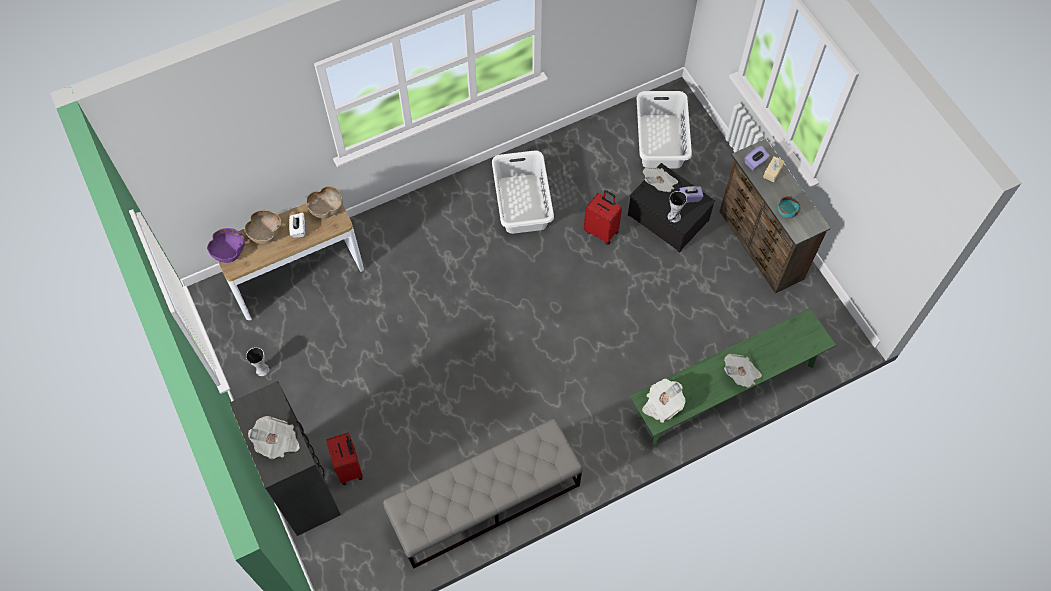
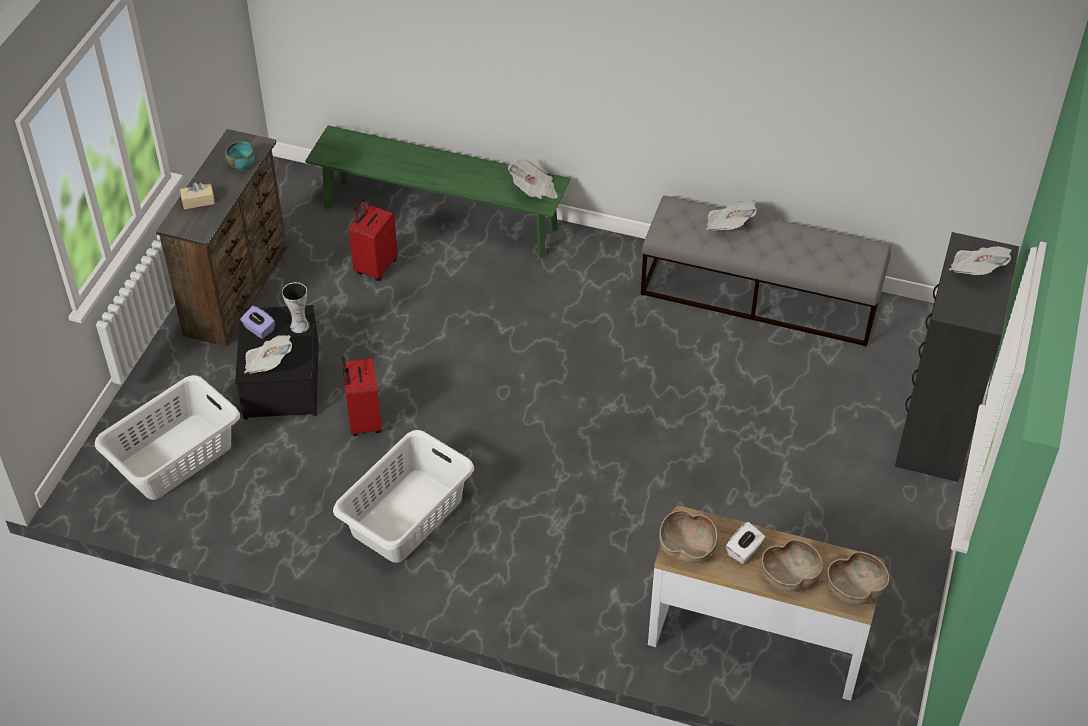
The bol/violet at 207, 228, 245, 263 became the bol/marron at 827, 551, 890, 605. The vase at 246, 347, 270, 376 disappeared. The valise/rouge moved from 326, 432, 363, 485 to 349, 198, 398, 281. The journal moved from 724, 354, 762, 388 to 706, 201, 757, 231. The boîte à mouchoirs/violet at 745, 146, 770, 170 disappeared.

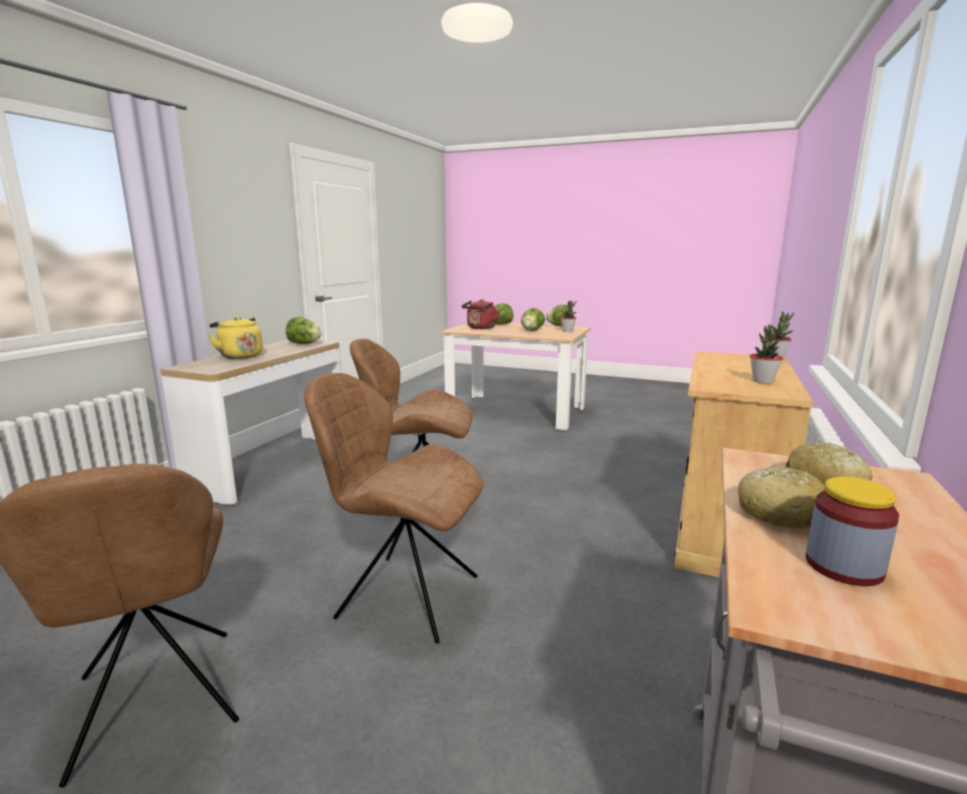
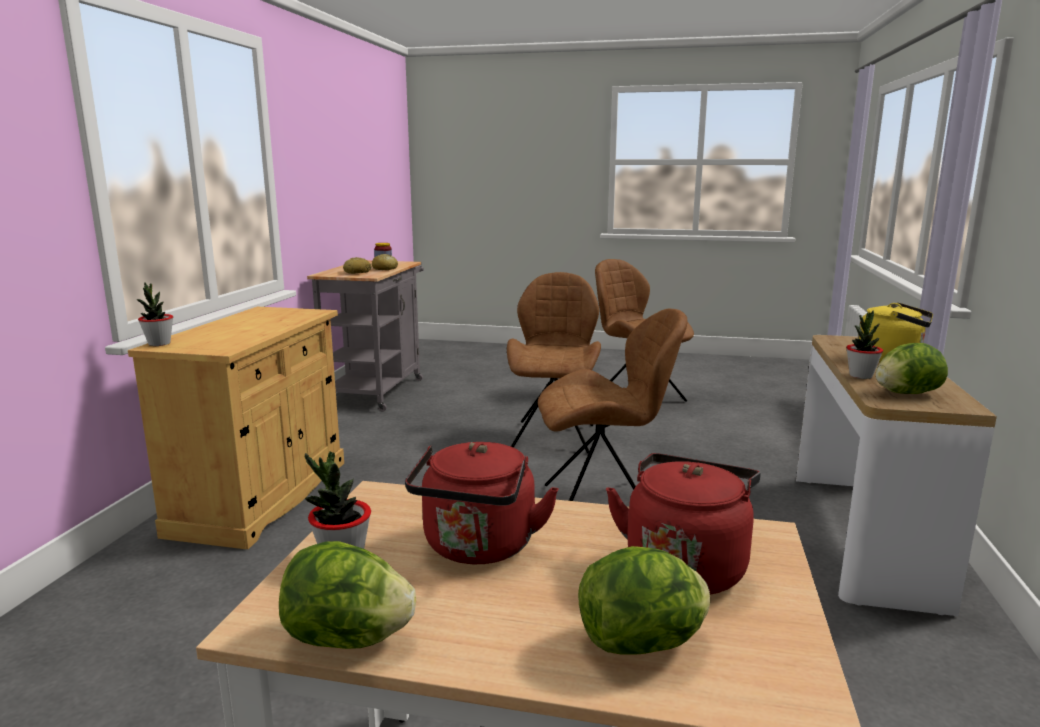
The chaise/marron at 304, 373, 484, 643 turned 90 degrees counterclockwise. The laitue at 521, 308, 545, 331 was replaced by the bouilloire/rouge at 405, 442, 559, 564. The plante en pot moved from 750, 325, 783, 384 to 846, 311, 883, 379.

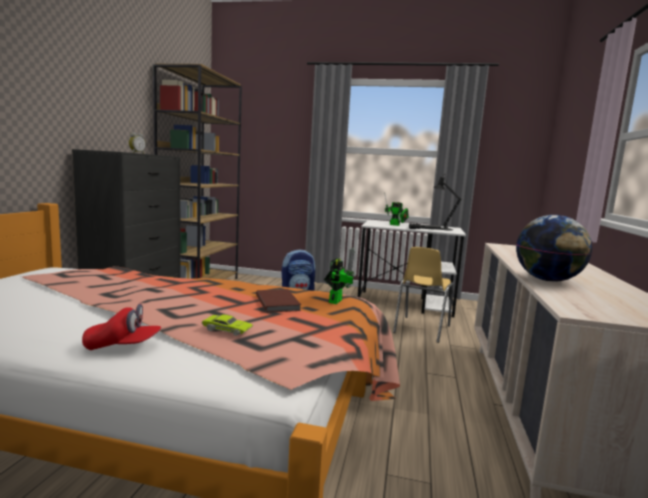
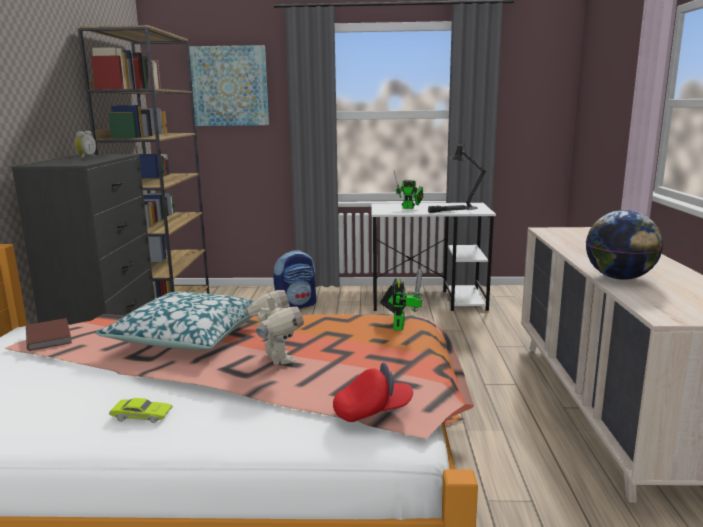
The casquette/rouge moved from 82, 304, 161, 350 to 333, 362, 413, 422. The petite voiture/vert moved from 201, 314, 253, 336 to 109, 398, 173, 423. The livre/marron moved from 256, 289, 301, 313 to 26, 318, 72, 351. The chaise/jaune at 393, 247, 453, 343 disappeared. The coussin at 96, 292, 255, 351 appeared. The tableau at 189, 45, 269, 126 appeared. The robot jouet at 245, 289, 304, 365 appeared.

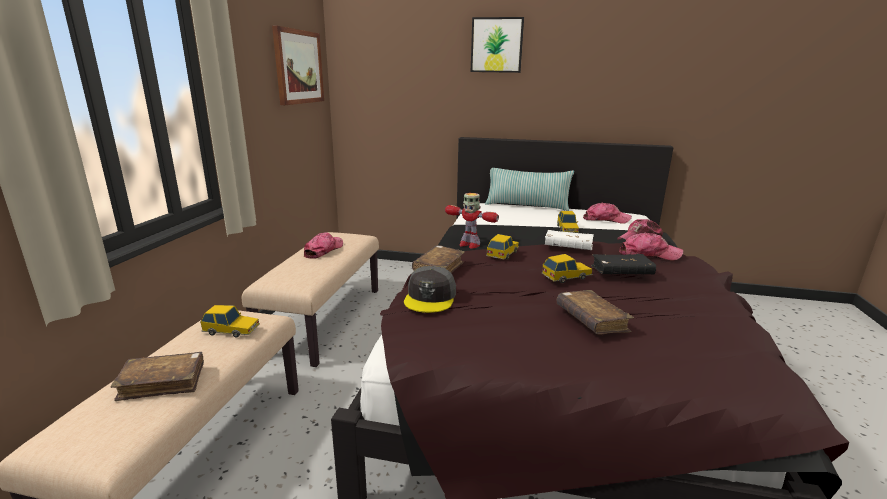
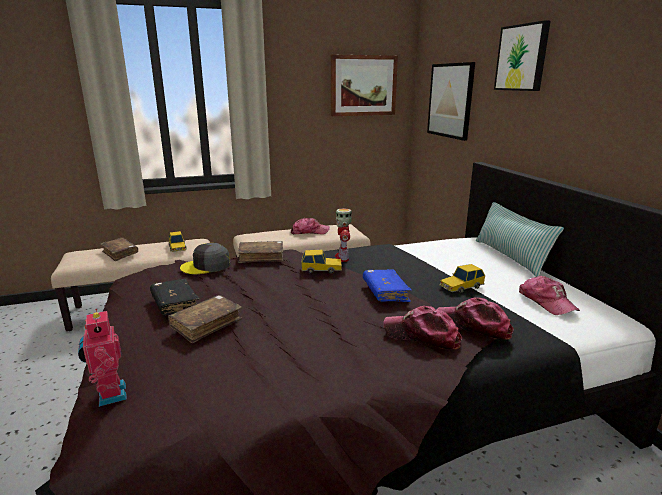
The petite voiture at 542, 254, 593, 283 disappeared. The livre/blanc at 545, 230, 594, 250 became the livre/bleu at 363, 269, 412, 302. The livre/noir moved from 591, 254, 656, 274 to 150, 279, 200, 315. The casquette at 619, 233, 683, 260 turned 135 degrees clockwise. The robot jouet at 78, 309, 127, 407 appeared. The tableau at 427, 62, 475, 141 appeared.

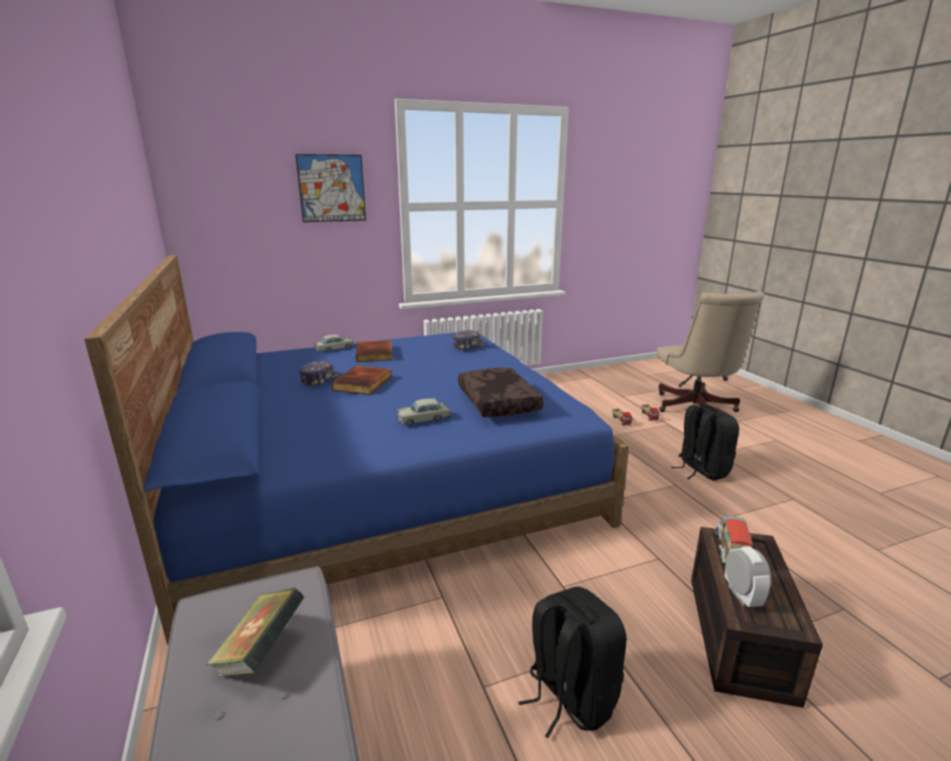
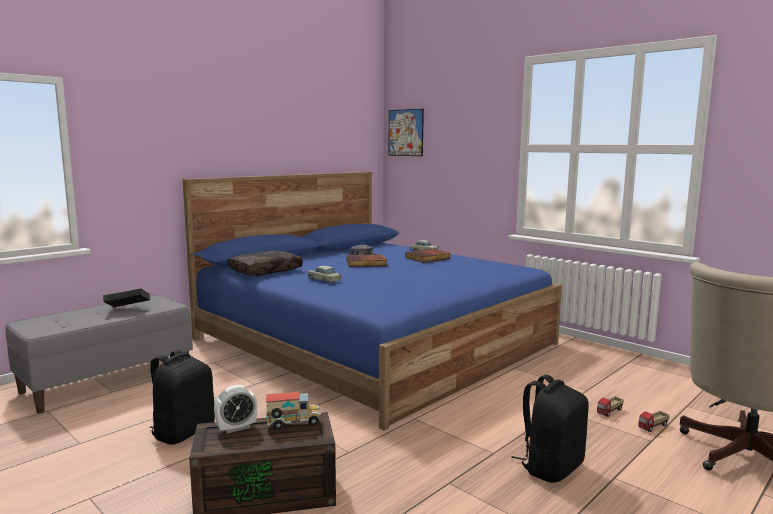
The tableau moved from 295, 154, 366, 222 to 388, 109, 424, 156. The casquette at 453, 330, 487, 350 disappeared. The coussin/marron moved from 458, 367, 544, 417 to 228, 251, 303, 276.

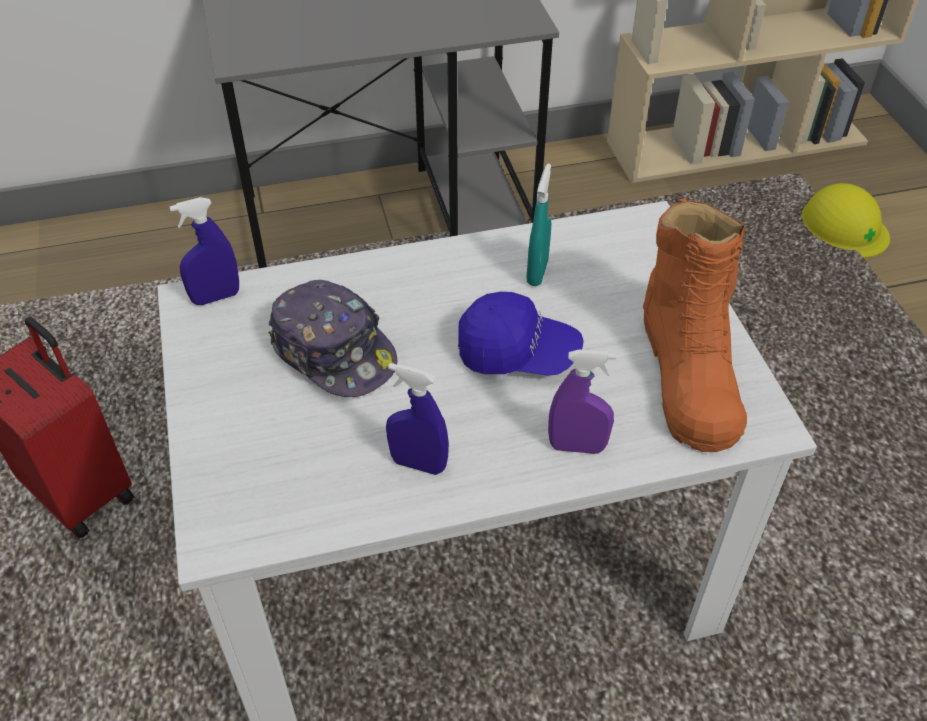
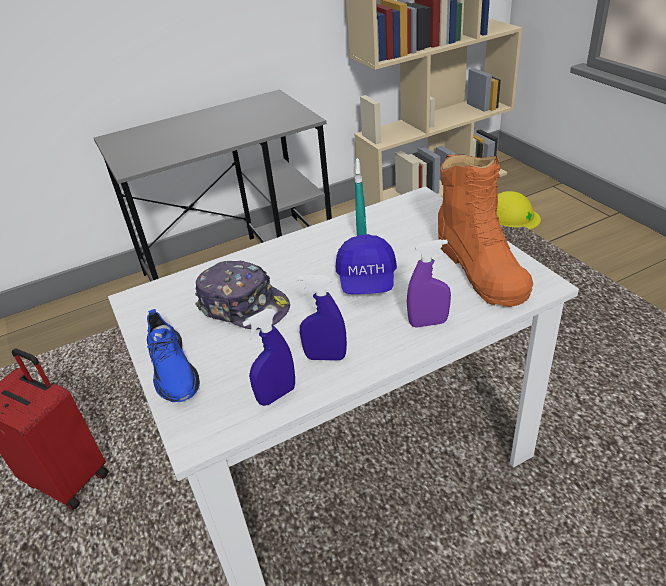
The vaporisateur/bleu moved from 170, 197, 239, 305 to 242, 309, 295, 406. The casquette/bleu at 458, 292, 584, 375 turned 90 degrees clockwise. The chaussure/bleu at 147, 309, 200, 402 appeared.

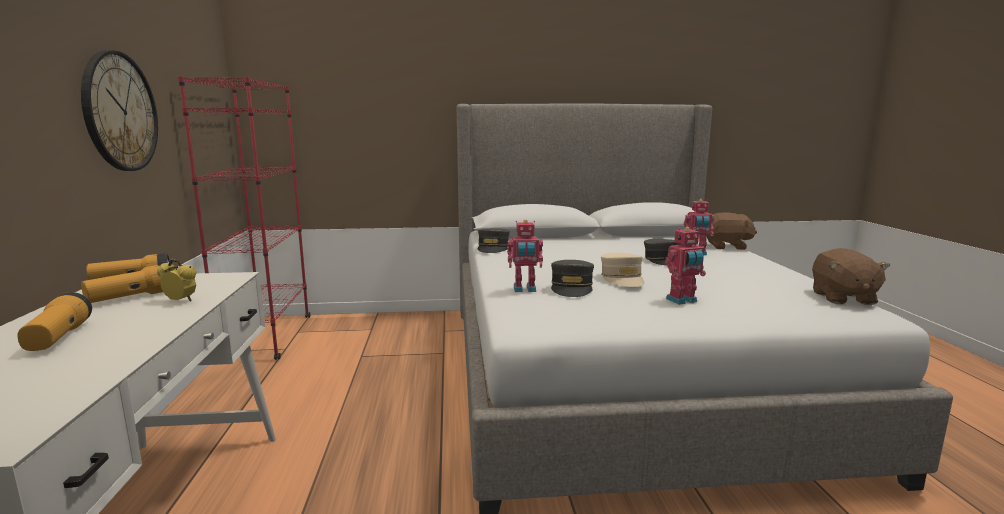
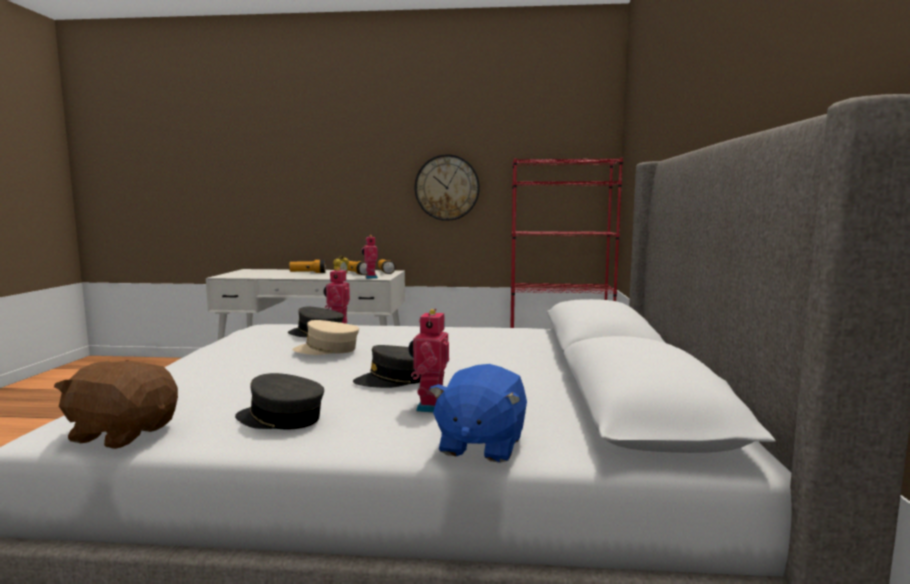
The casquette/gris moved from 477, 228, 510, 253 to 235, 373, 324, 429. The robot jouet moved from 665, 227, 706, 305 to 362, 235, 378, 279. The peluche/marron at 706, 212, 757, 250 became the peluche/bleu at 429, 364, 527, 463.

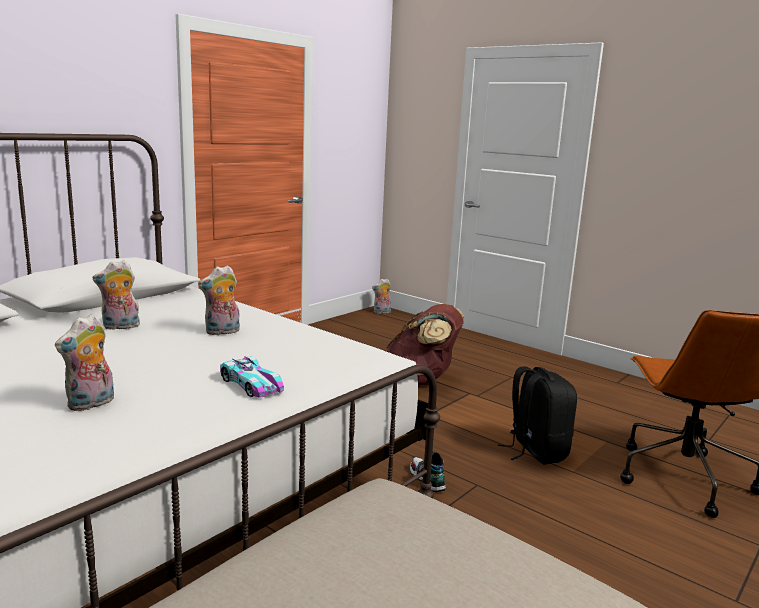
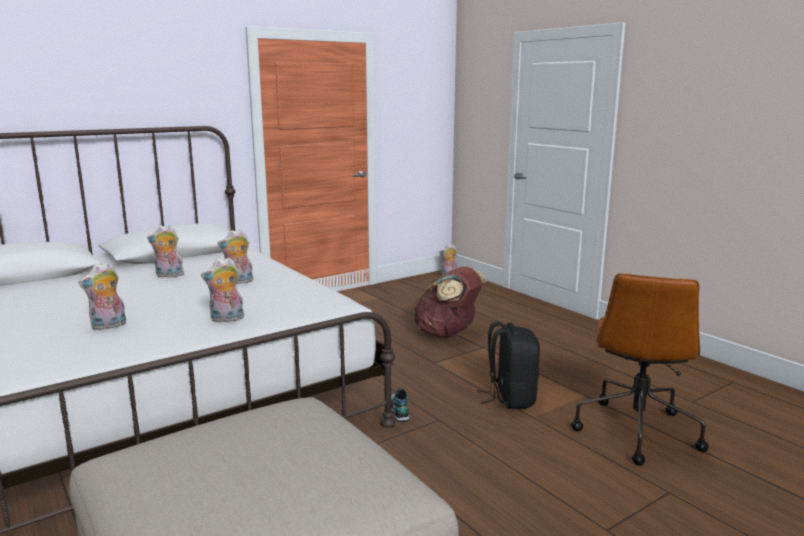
The petite voiture at 220, 356, 284, 398 was replaced by the peluche at 201, 257, 244, 323.

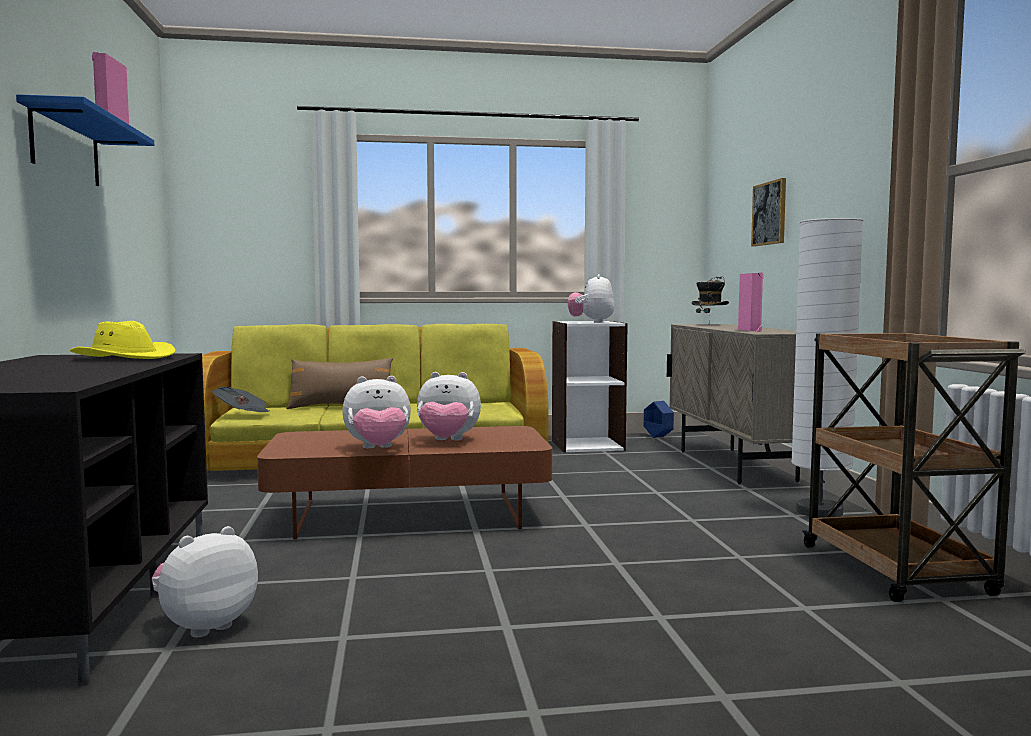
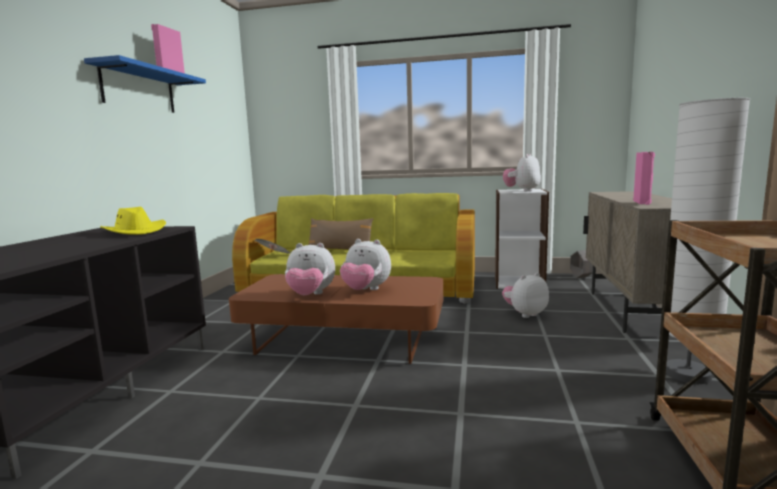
The peluche moved from 152, 526, 258, 637 to 502, 273, 549, 318. The cache-pot/bleu at 644, 401, 674, 438 became the cache-pot/gris at 570, 250, 593, 278. The chapeau at 691, 276, 729, 322 disappeared. The tableau at 751, 178, 786, 246 disappeared.

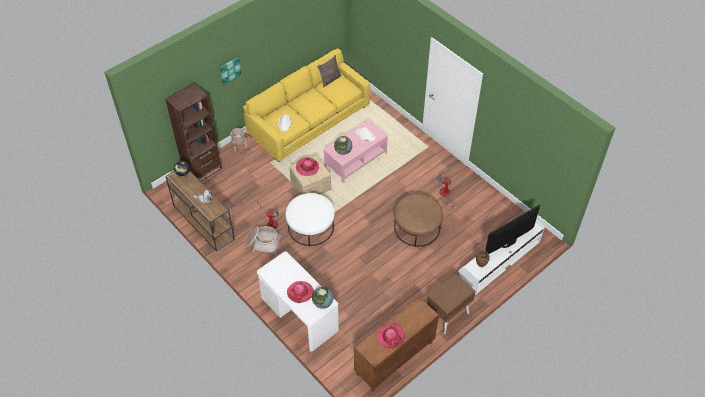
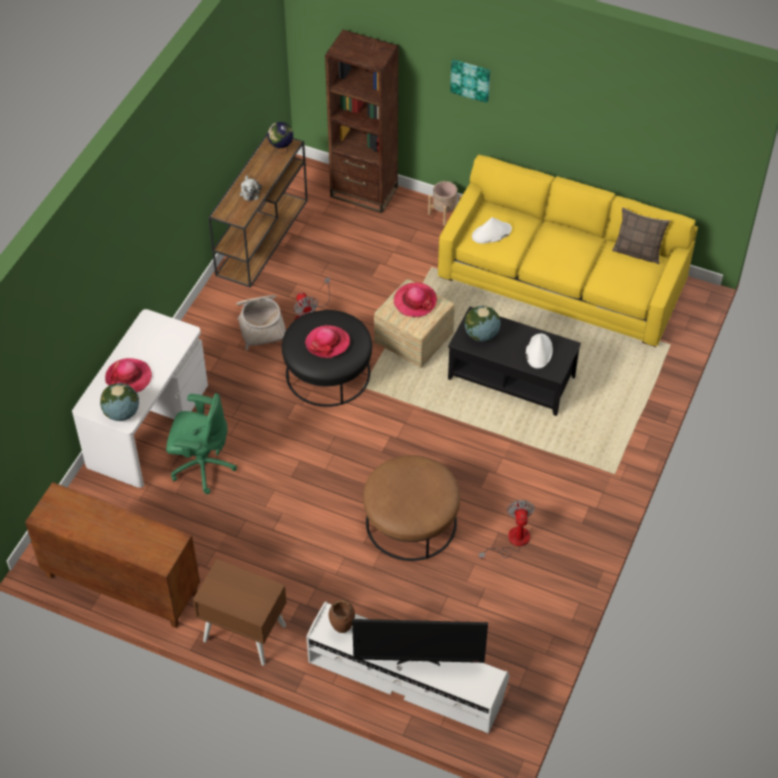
The pouf/blanc at 285, 193, 335, 246 became the pouf/noir at 282, 310, 372, 407. The table basse/rose at 323, 120, 388, 183 became the table basse/noir at 448, 306, 581, 416. The chapeau moved from 377, 324, 405, 349 to 305, 325, 350, 358. The téléviseur at 485, 205, 540, 254 turned 150 degrees clockwise. The chaise de bureau/vert at 166, 393, 237, 494 appeared.

